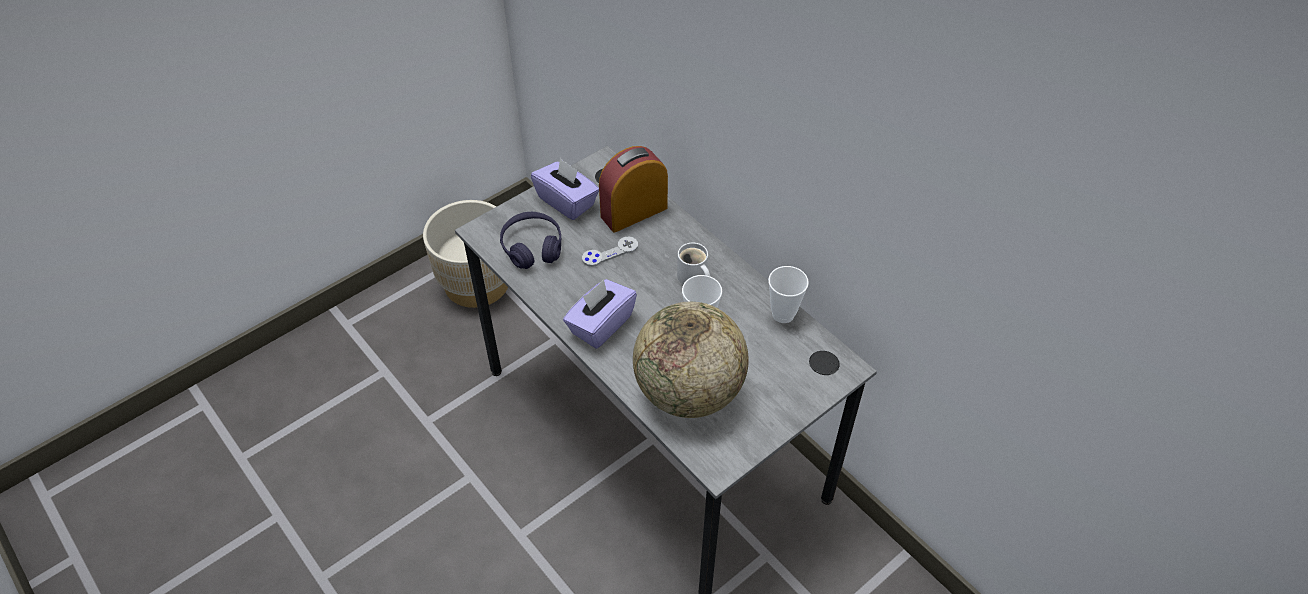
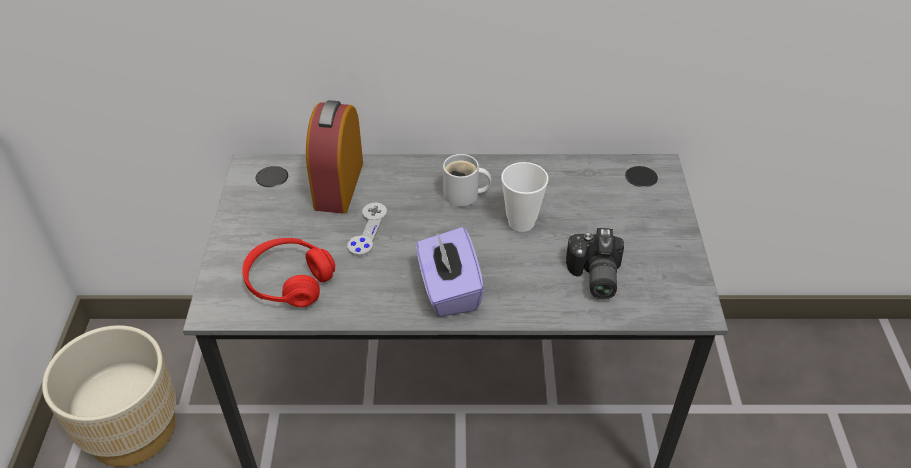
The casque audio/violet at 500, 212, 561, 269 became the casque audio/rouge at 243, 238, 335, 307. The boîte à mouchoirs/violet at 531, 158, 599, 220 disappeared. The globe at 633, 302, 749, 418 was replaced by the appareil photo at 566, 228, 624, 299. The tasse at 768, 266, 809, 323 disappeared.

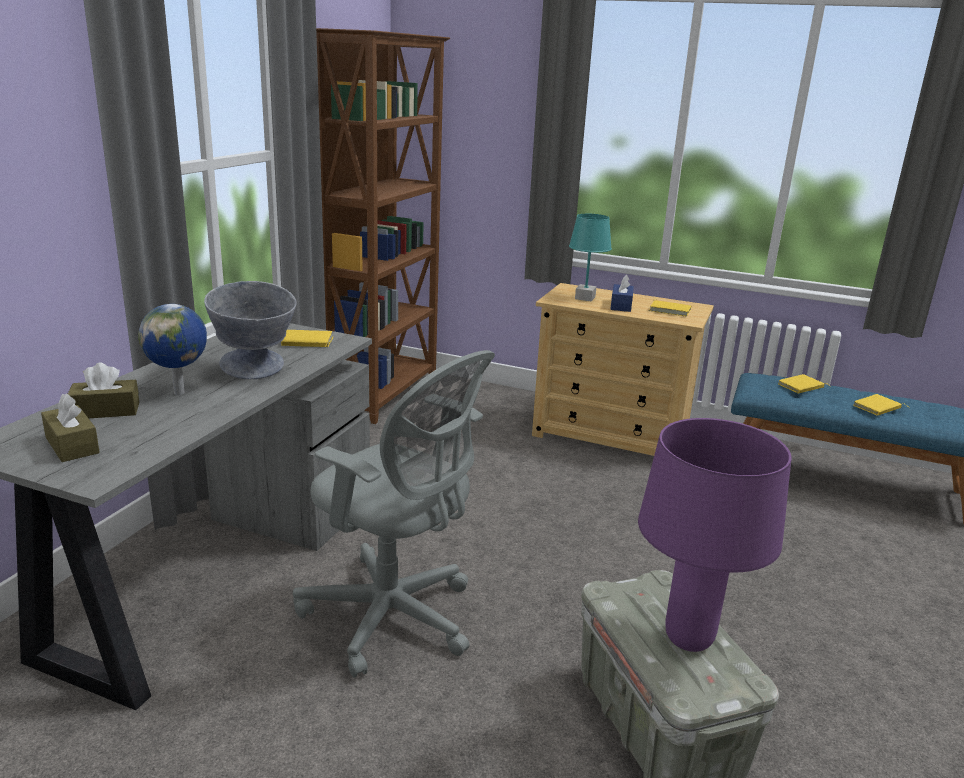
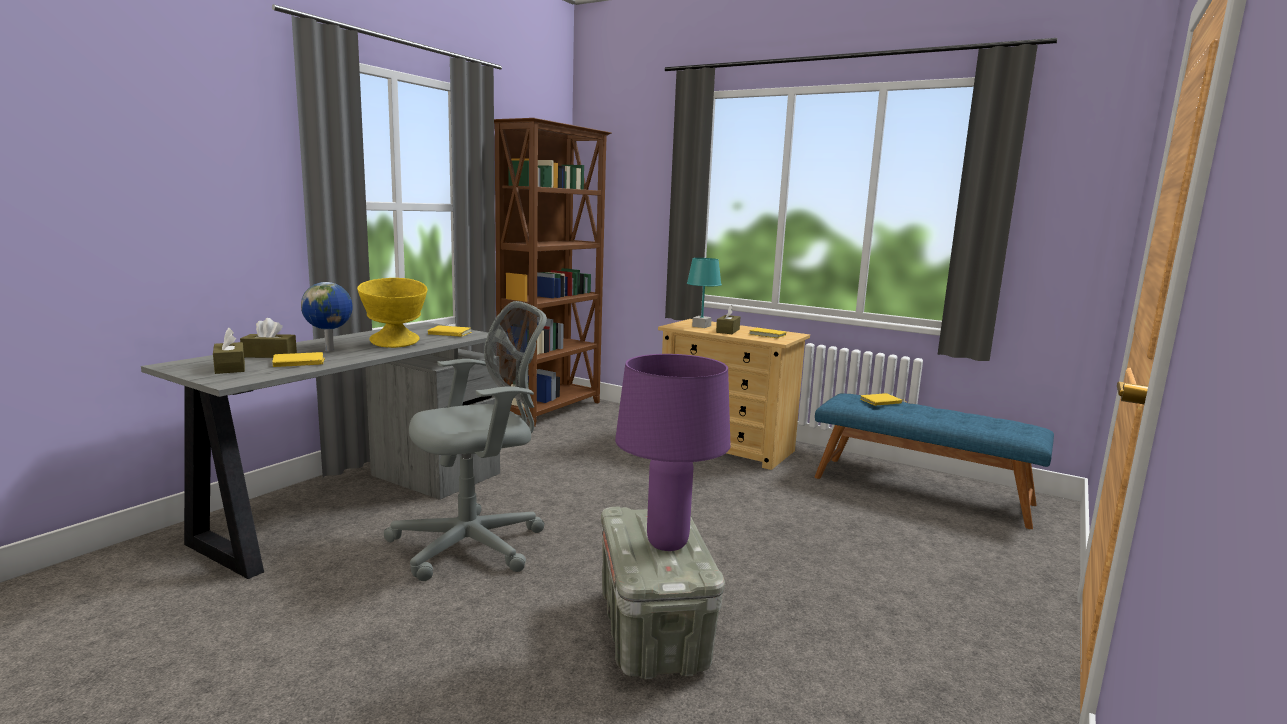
The bol/gris at 204, 281, 297, 379 became the bol/jaune at 357, 278, 427, 348. The chaise de bureau/gris at 293, 350, 495, 678 turned 75 degrees counterclockwise. The boîte à mouchoirs/bleu at 610, 274, 634, 312 became the boîte à mouchoirs/marron at 716, 305, 740, 334. The livre/jaune moved from 853, 394, 907, 416 to 272, 352, 325, 367.

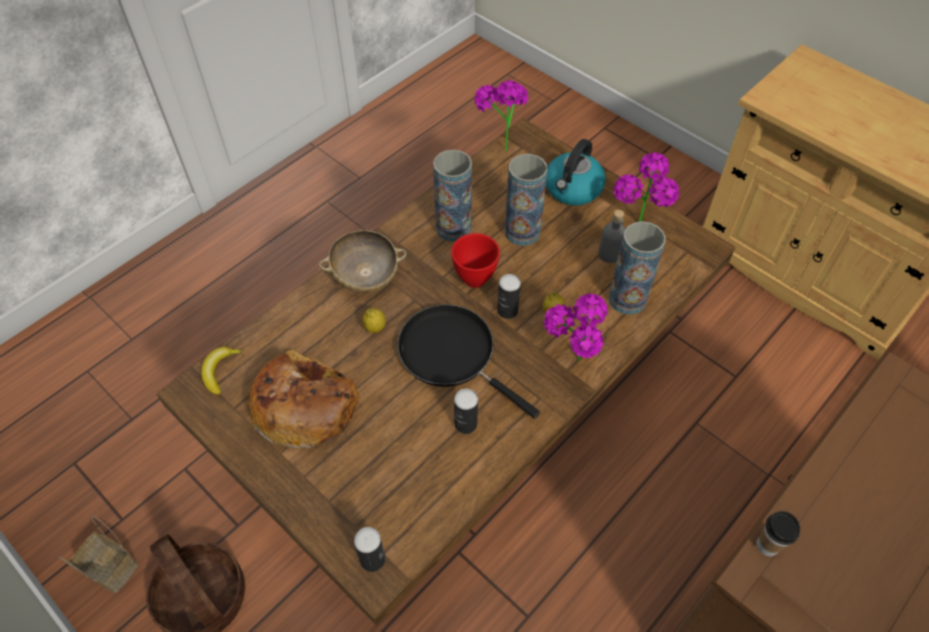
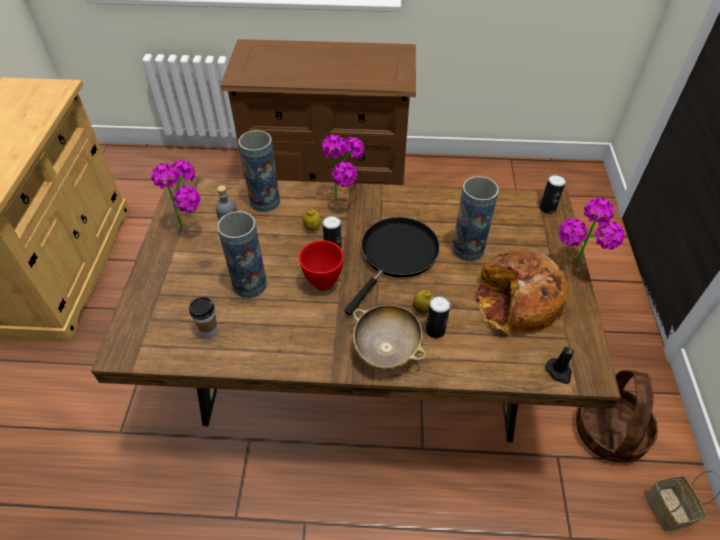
The banane at 201, 347, 243, 395 was replaced by the bougie/noir at 545, 345, 574, 384. The poêle/noir at 397, 304, 540, 419 turned 150 degrees counterclockwise. The vase moved from 433, 150, 472, 242 to 452, 176, 499, 261. The boîte métallique moved from 454, 389, 478, 434 to 426, 296, 450, 338. The plante en pot moved from 474, 80, 529, 151 to 558, 197, 625, 263. The bouilloire at 546, 139, 606, 206 disappeared. The tasse moved from 757, 511, 800, 556 to 189, 297, 218, 337.

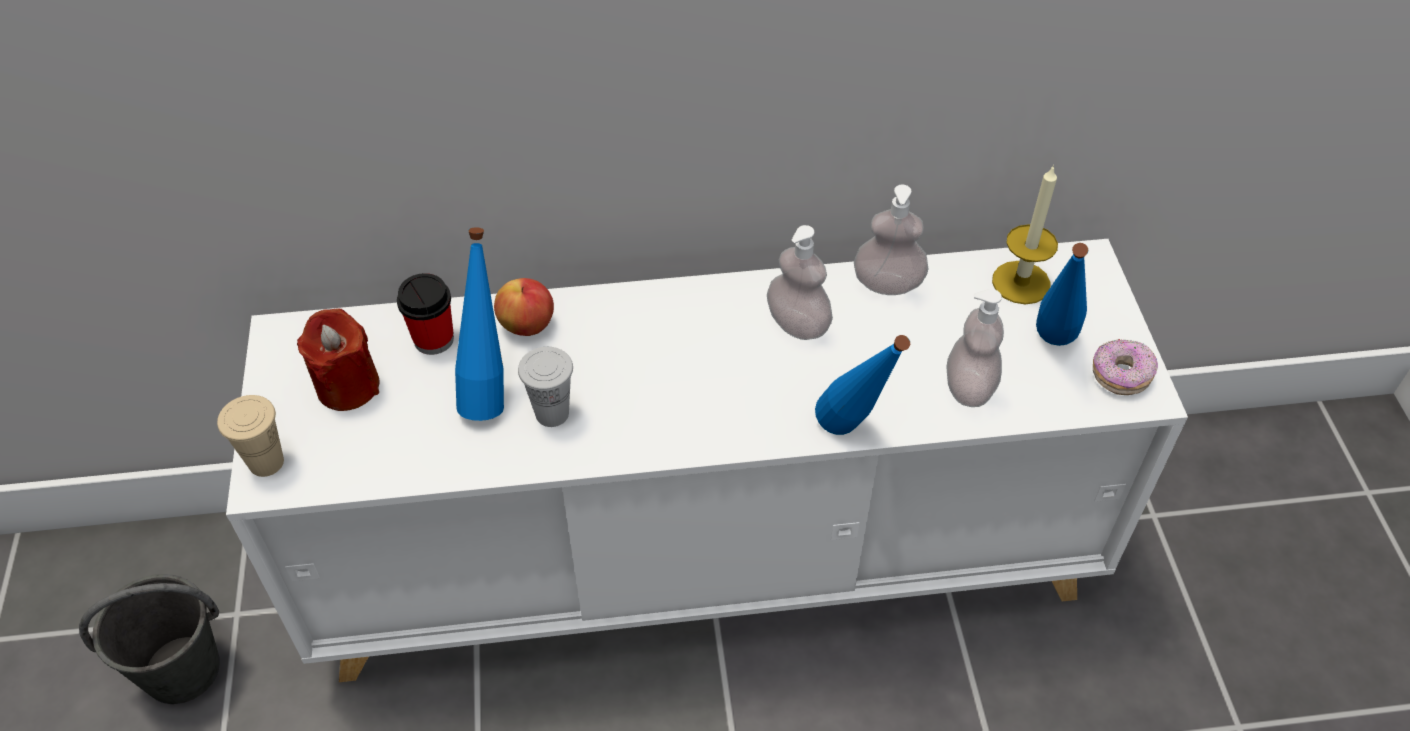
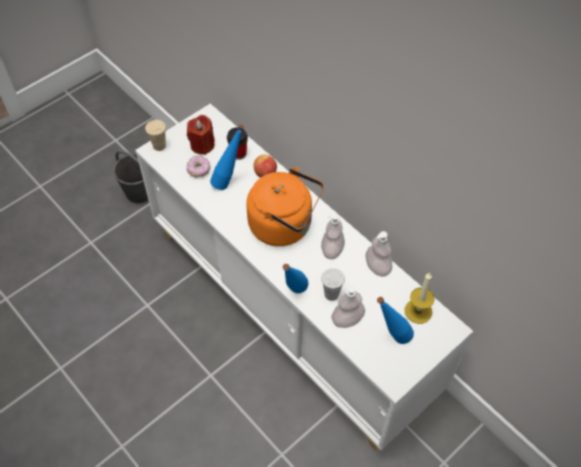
The tasse/blanc moved from 518, 347, 573, 427 to 321, 268, 345, 301. The beignet moved from 1093, 339, 1158, 395 to 187, 155, 210, 178. The bouilloire/orange at 246, 167, 324, 246 appeared.

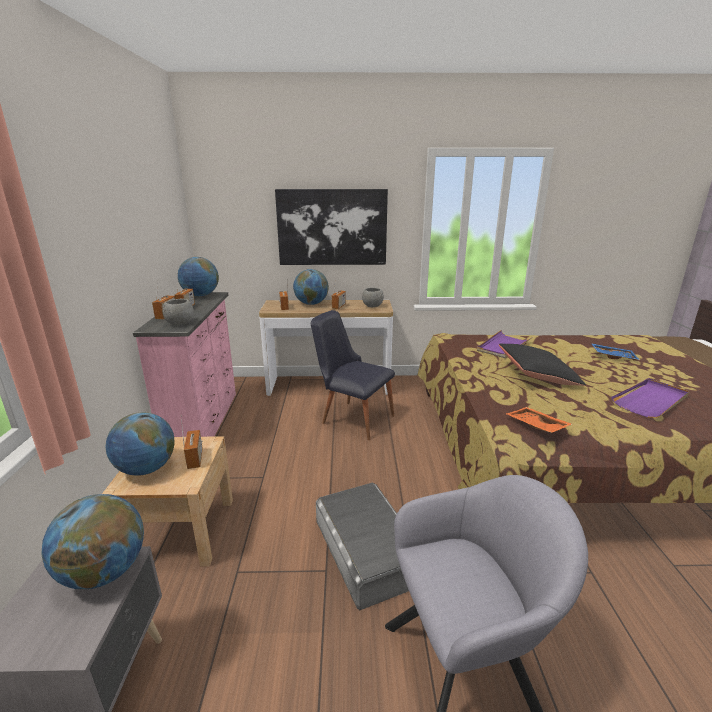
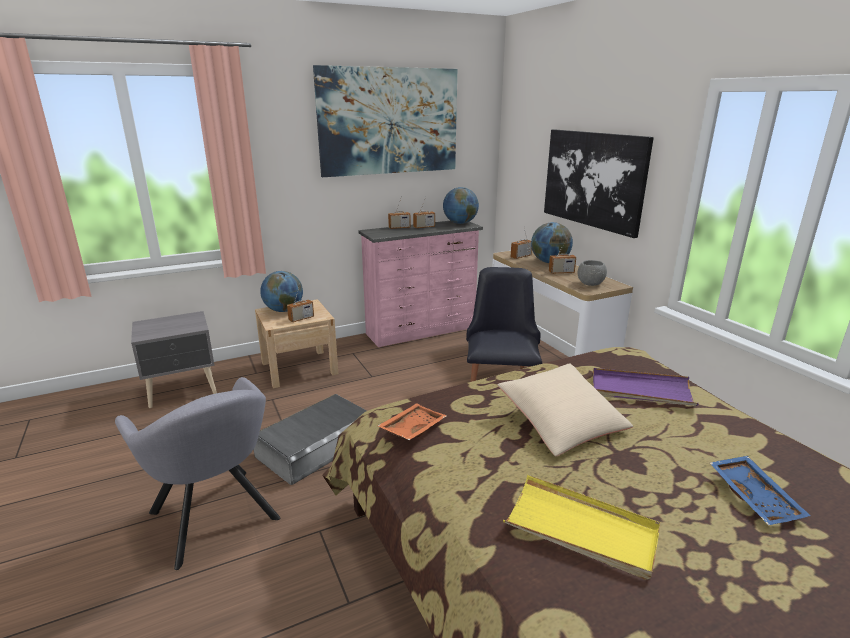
The globe at 41, 494, 144, 589 disappeared. The bol/gris at 162, 299, 194, 325 disappeared. The coussin/noir at 499, 344, 586, 386 became the coussin/beige at 497, 364, 633, 456. The plateau/violet at 611, 378, 689, 418 became the plateau/jaune at 503, 475, 660, 580. The tableau at 313, 65, 457, 177 appeared.

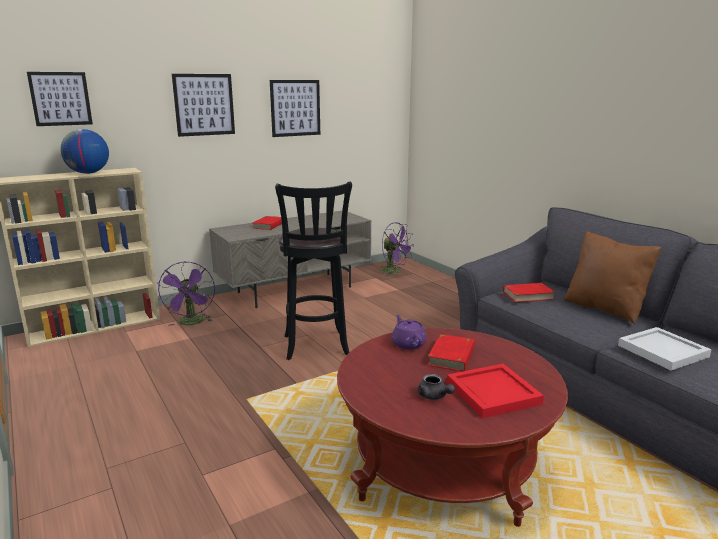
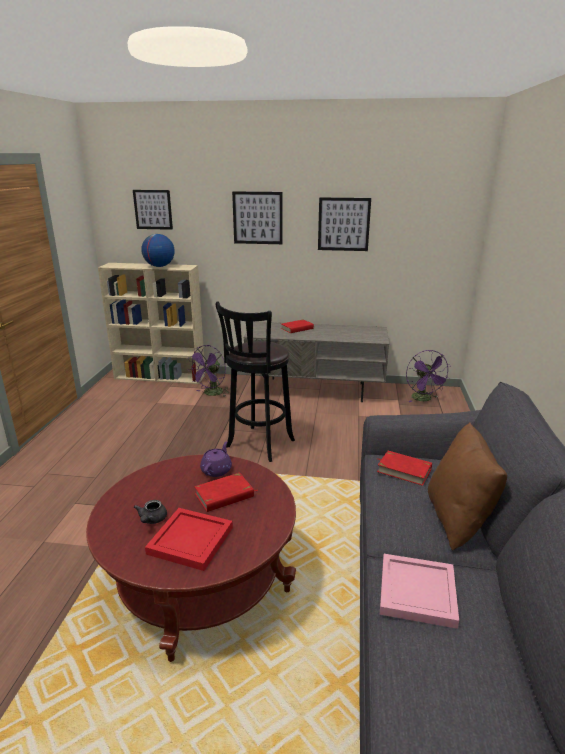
The plateau/blanc at 618, 327, 712, 371 became the plateau/rose at 380, 554, 459, 629.

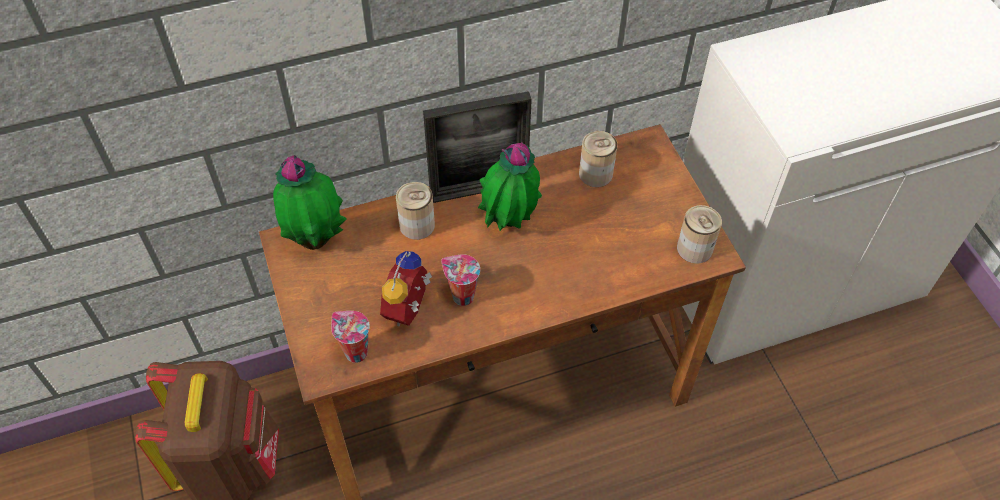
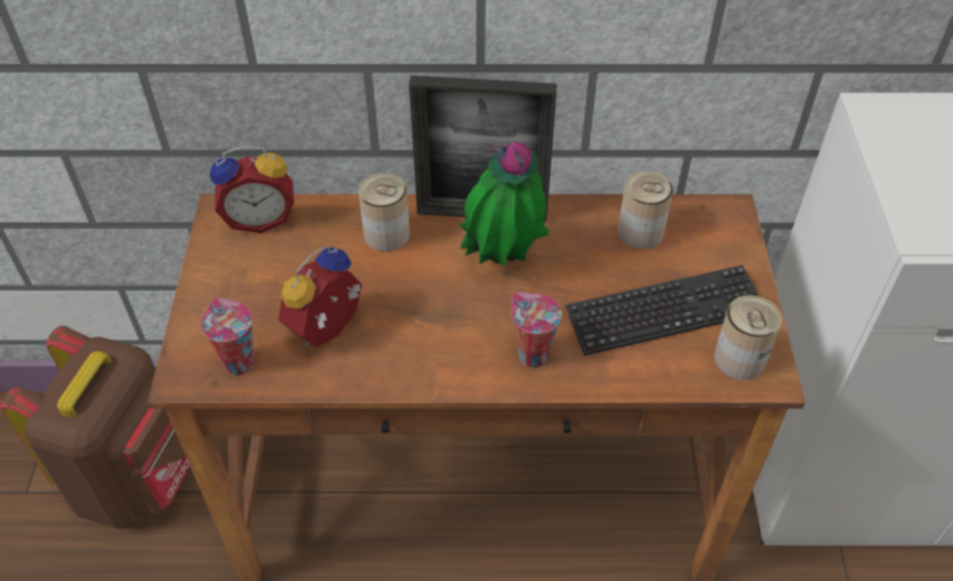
The plante en pot at 273, 155, 347, 250 was replaced by the réveil at 210, 146, 294, 233. The tasse moved from 441, 254, 480, 306 to 511, 292, 562, 367. The clavier at 565, 265, 759, 356 appeared.

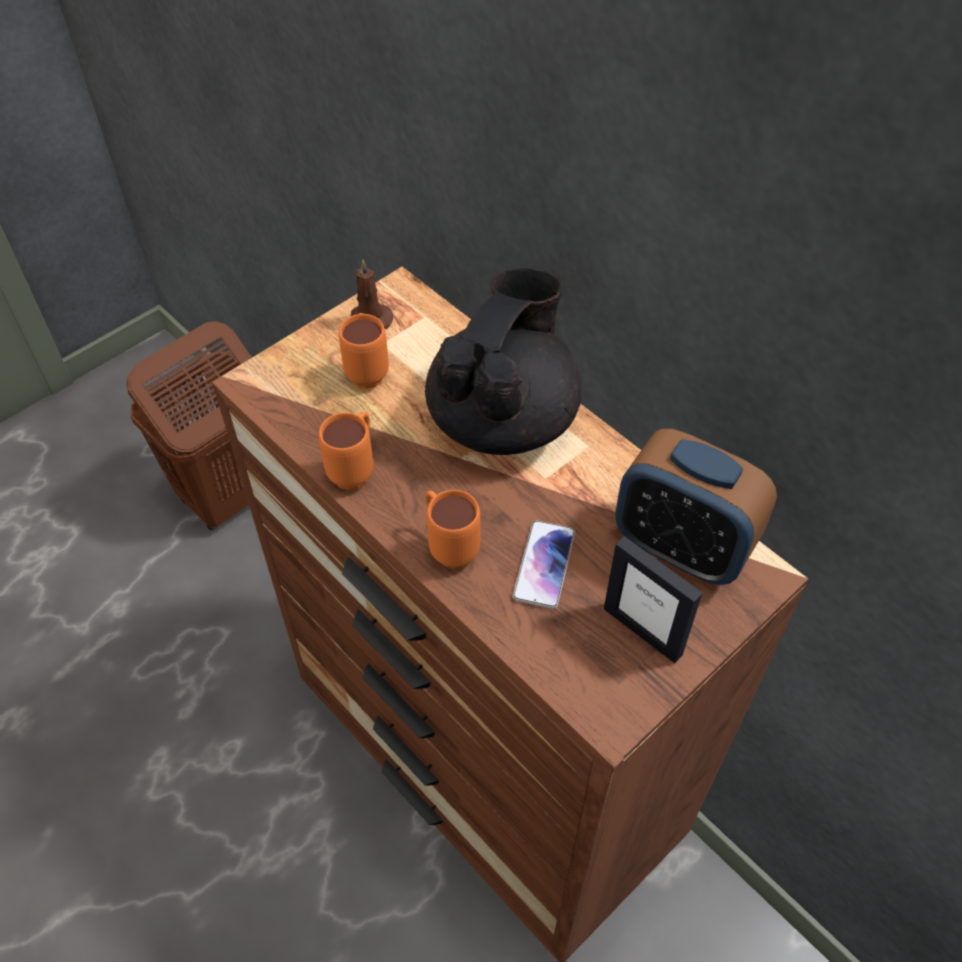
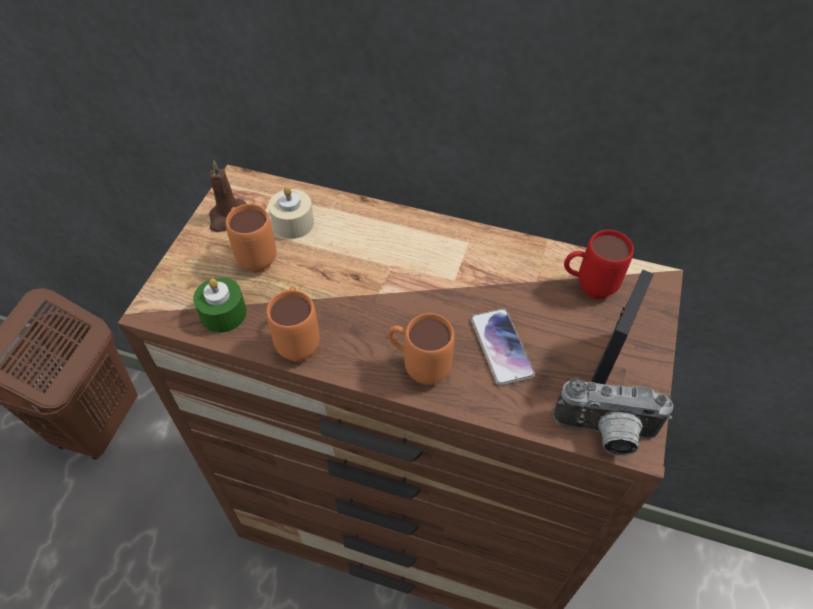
The théière/noir at 425, 268, 582, 455 disappeared. The cadre photo at 604, 536, 702, 663 turned 75 degrees counterclockwise. The réveil at 615, 429, 777, 585 was replaced by the mug/rouge at 564, 230, 634, 299. The bougie/vert at 193, 277, 247, 333 appeared. The bougie/beige at 268, 186, 314, 239 appeared. The appareil photo at 553, 378, 673, 456 appeared.

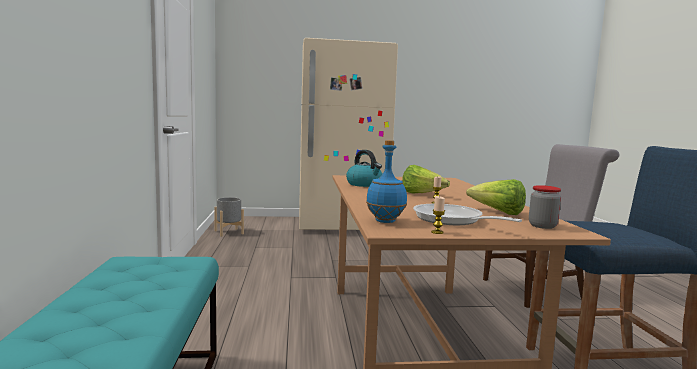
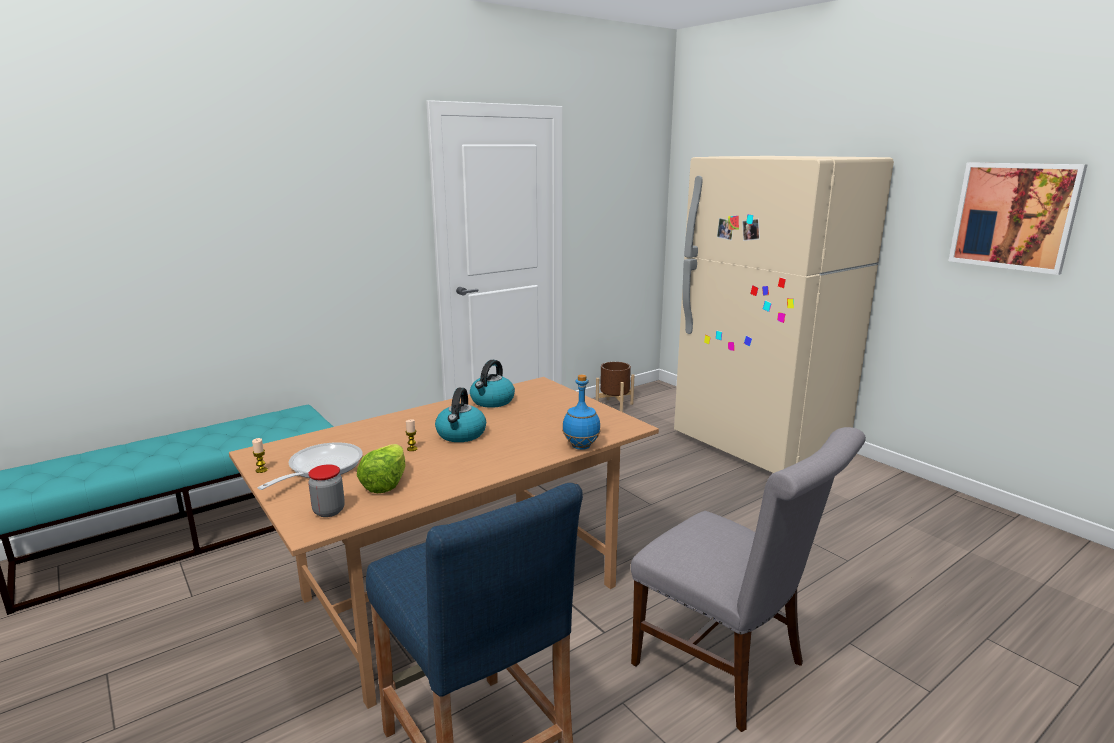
The cache-pot/gris at 214, 197, 244, 237 became the cache-pot/marron at 596, 362, 634, 412. The bouteille/bleu moved from 366, 140, 407, 223 to 562, 375, 601, 450. The laitue at 402, 165, 450, 194 was replaced by the bouilloire at 435, 388, 486, 442. The tableau at 949, 162, 1088, 275 appeared.

